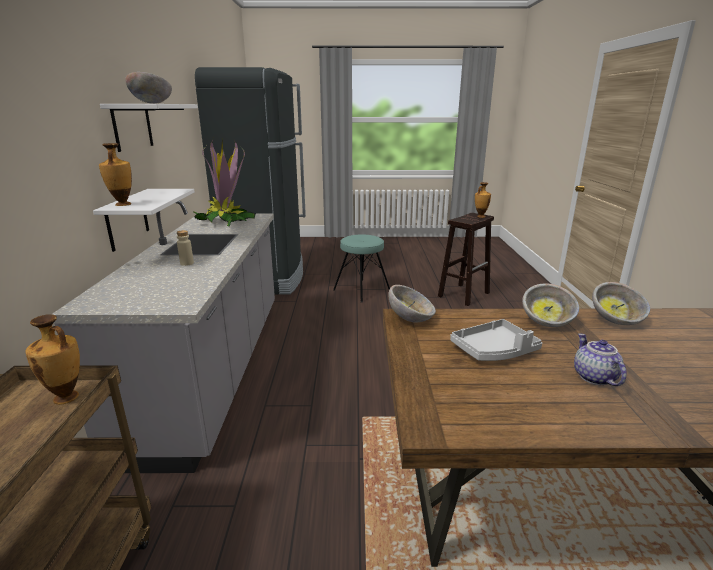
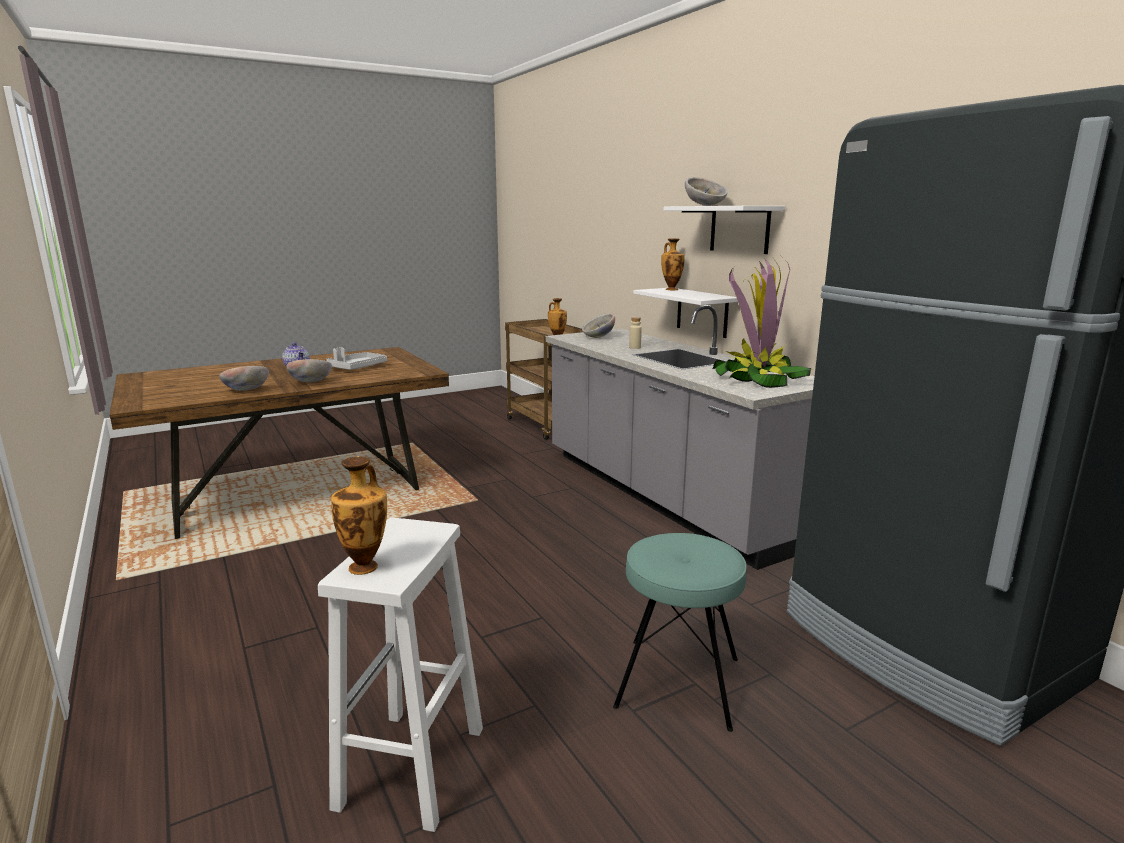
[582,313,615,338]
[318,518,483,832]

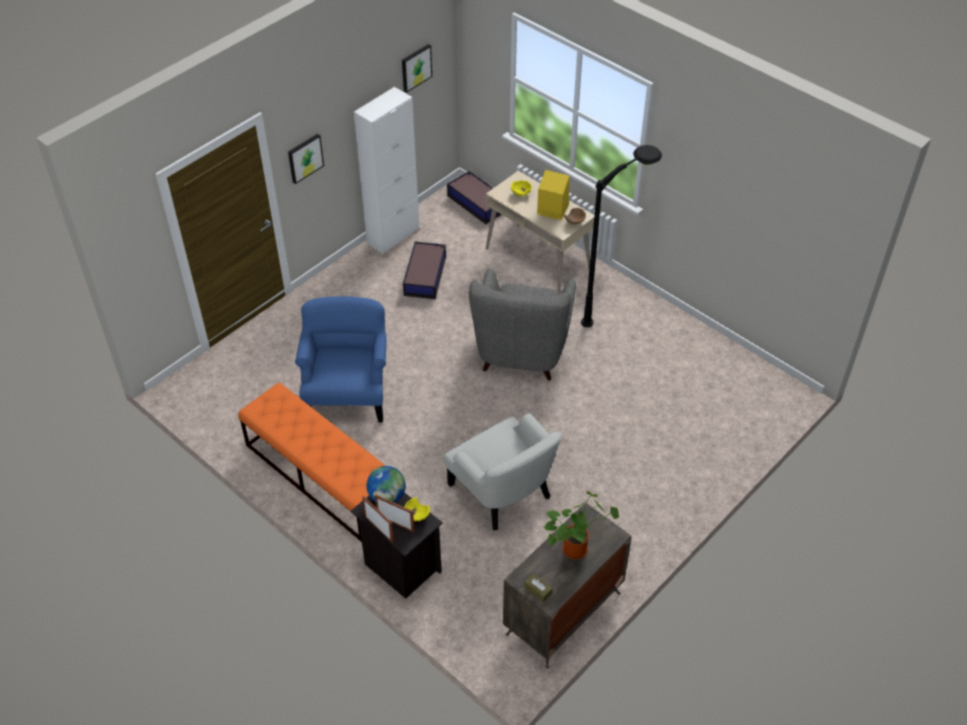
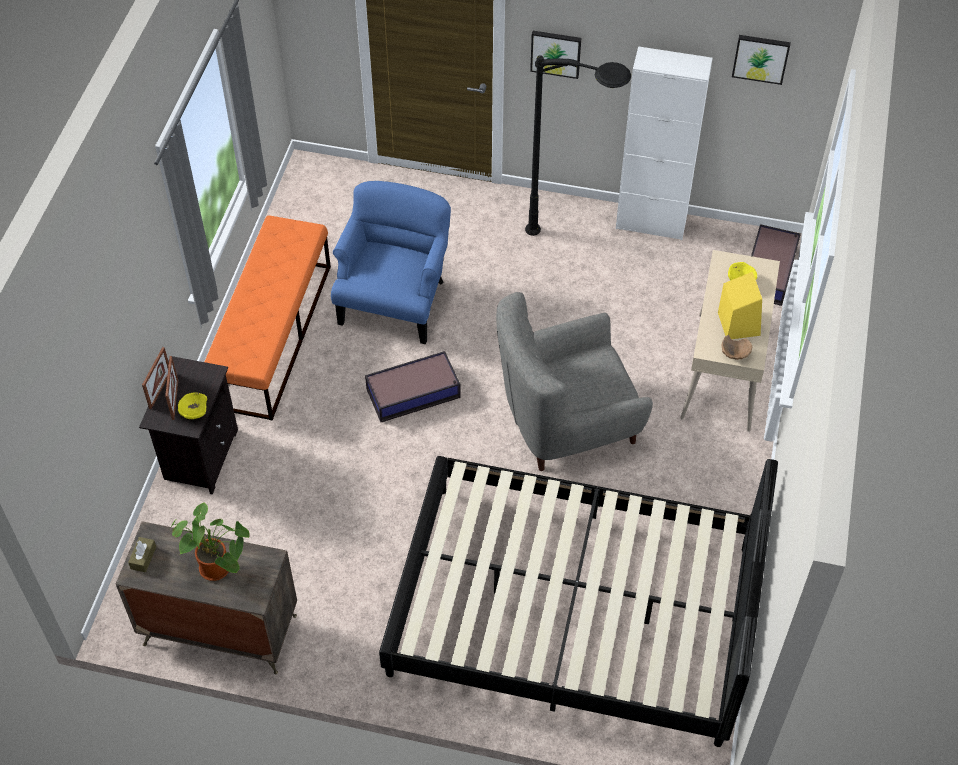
[331,181,451,344]
[366,466,406,503] (first image)
[365,351,461,422]
[443,413,562,530] (first image)
[525,55,631,236]
[379,456,778,747]

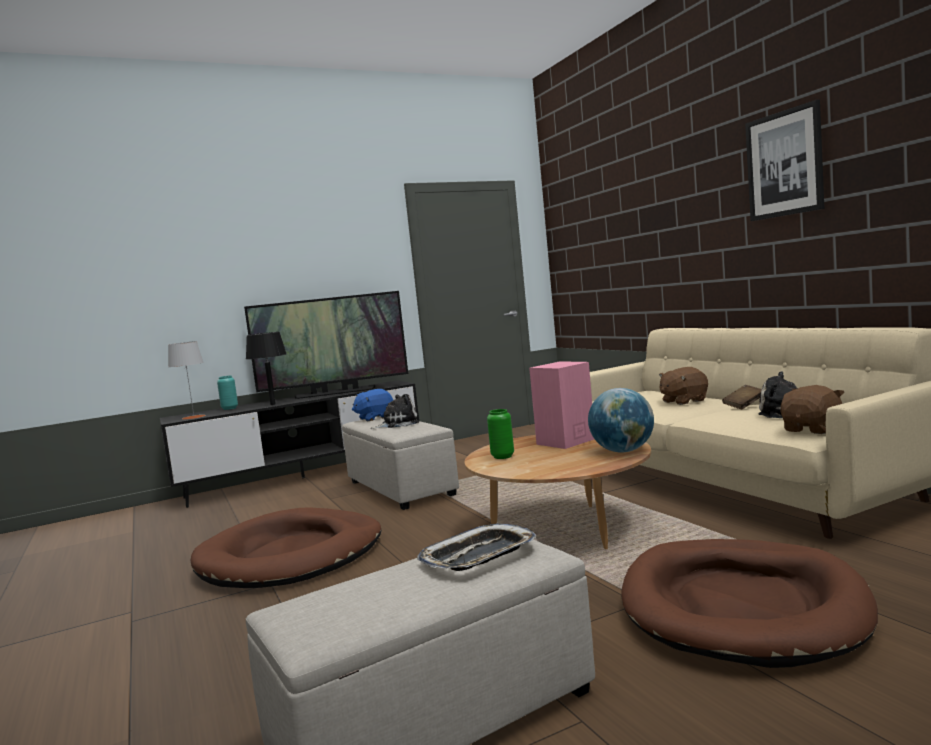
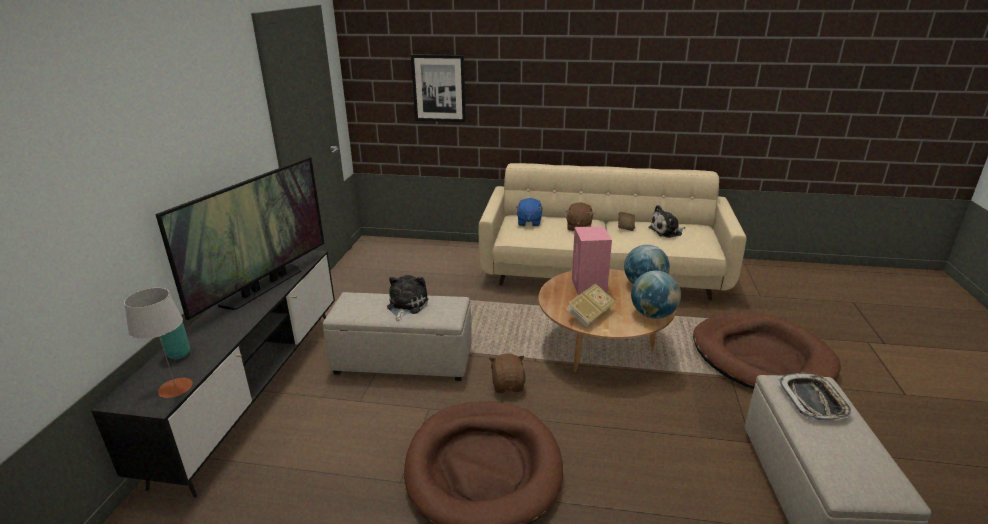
[246,332,287,405] (first image)
[515,198,543,226]
[567,284,616,327]
[411,54,466,122]
[489,353,526,393]
[631,271,681,319]

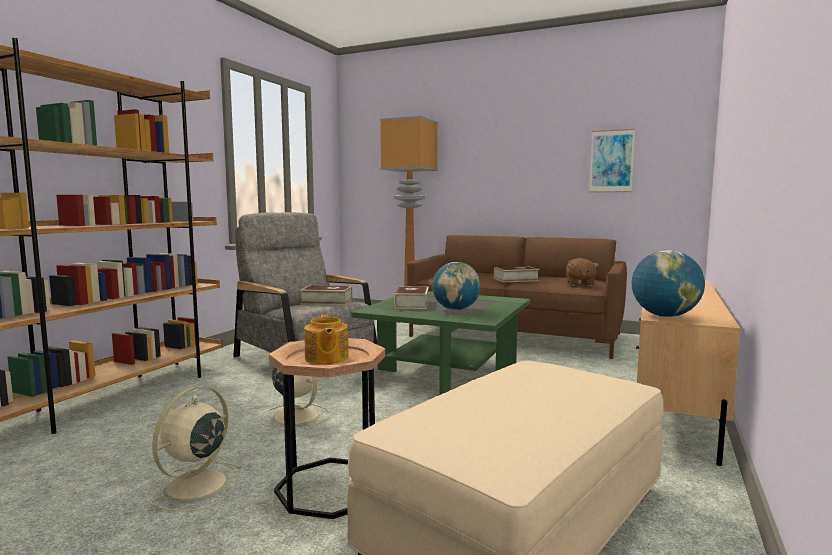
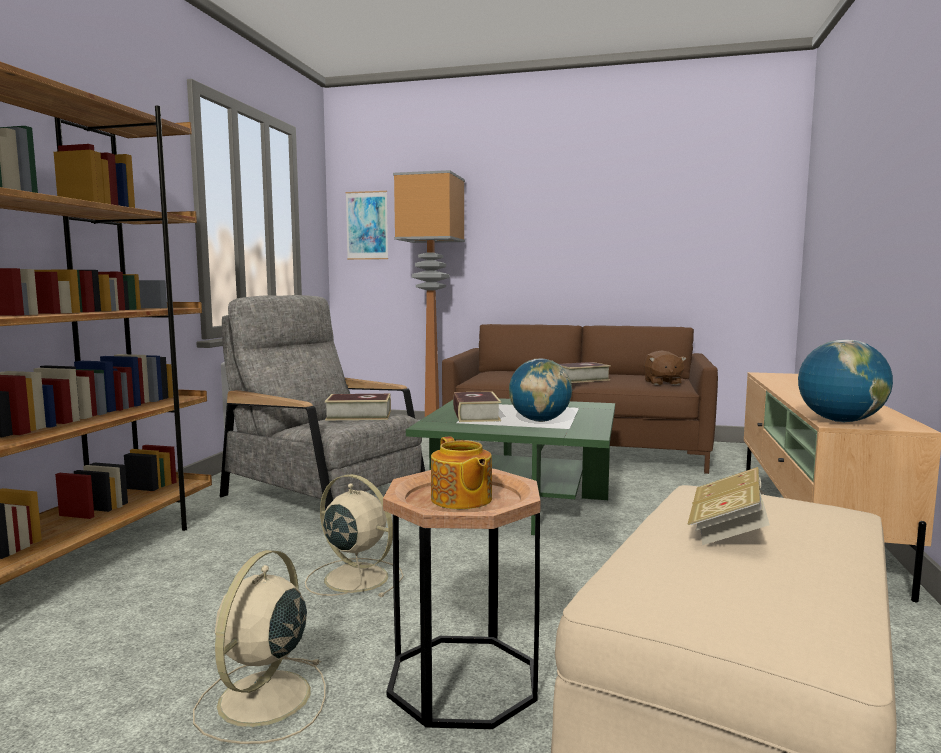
[346,191,388,260]
[688,467,770,545]

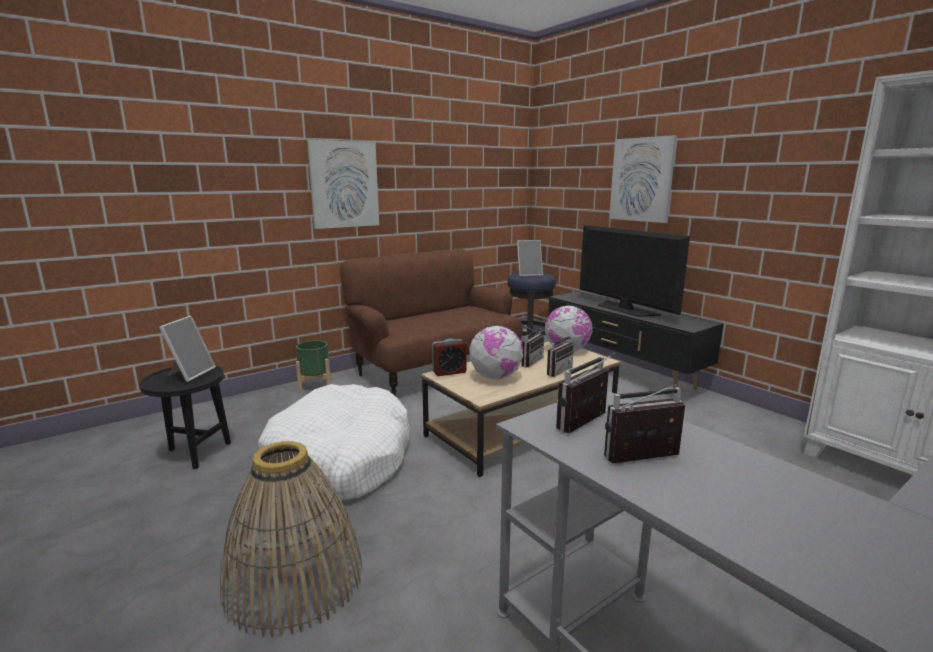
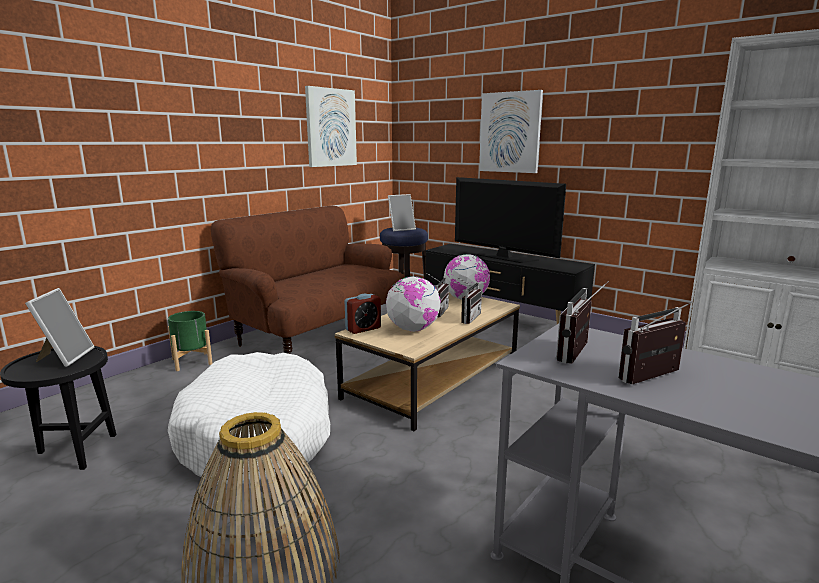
[305,86,357,167]

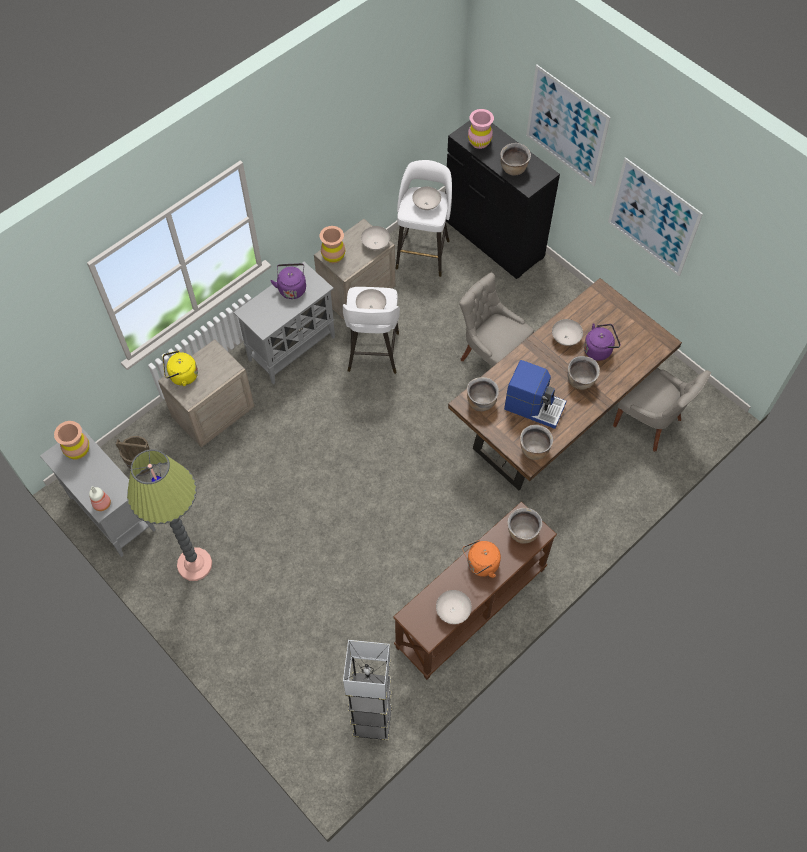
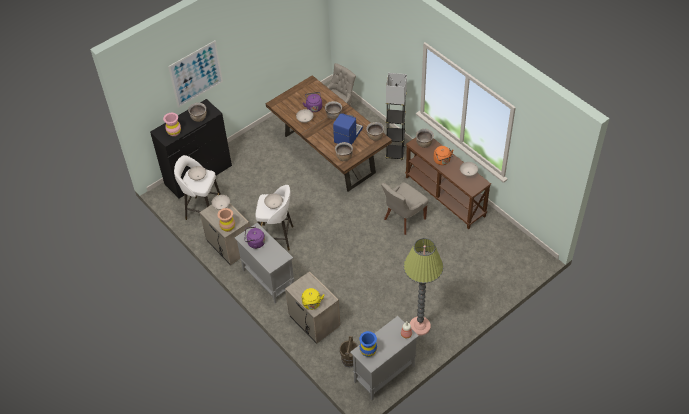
[359,331,377,357]
[386,73,407,159]
[381,182,428,235]
[608,157,703,276] (first image)

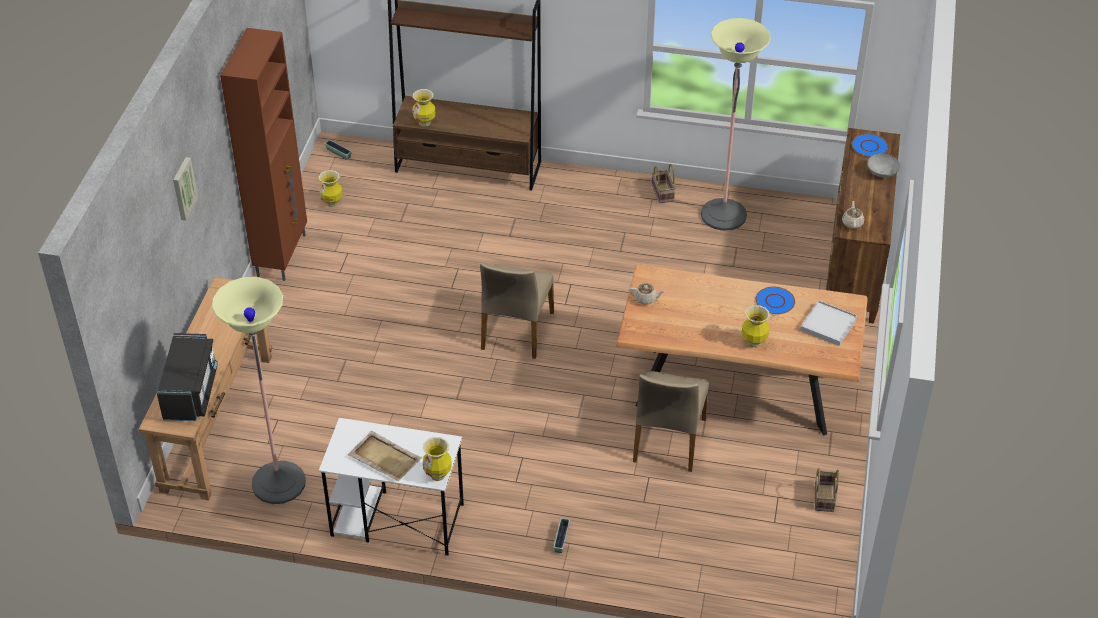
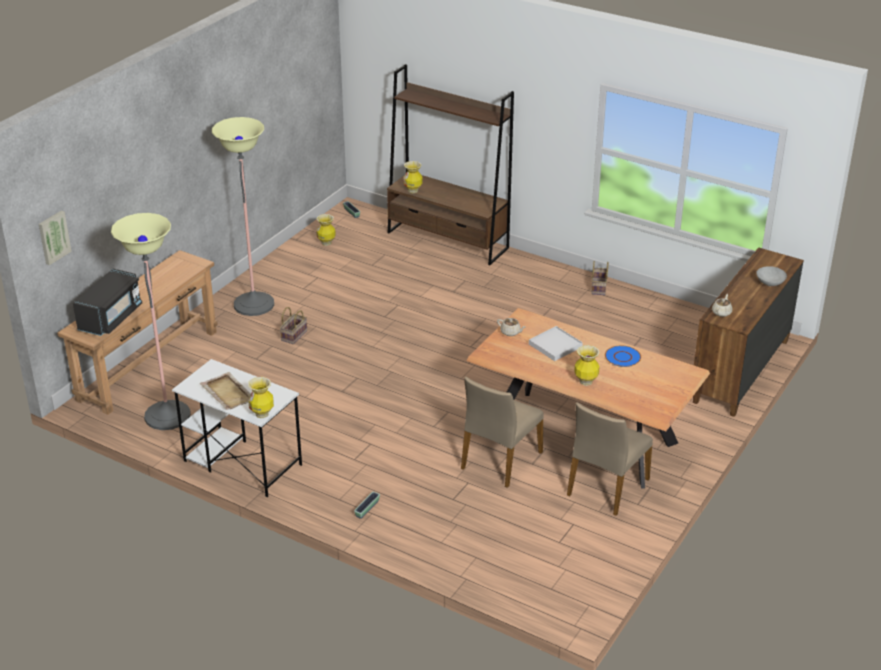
[39,211,72,265]
[220,28,307,281] (first image)
[567,402,653,516]
[212,117,274,316]
[529,326,583,361]
[280,307,307,344]
[851,134,888,157] (first image)

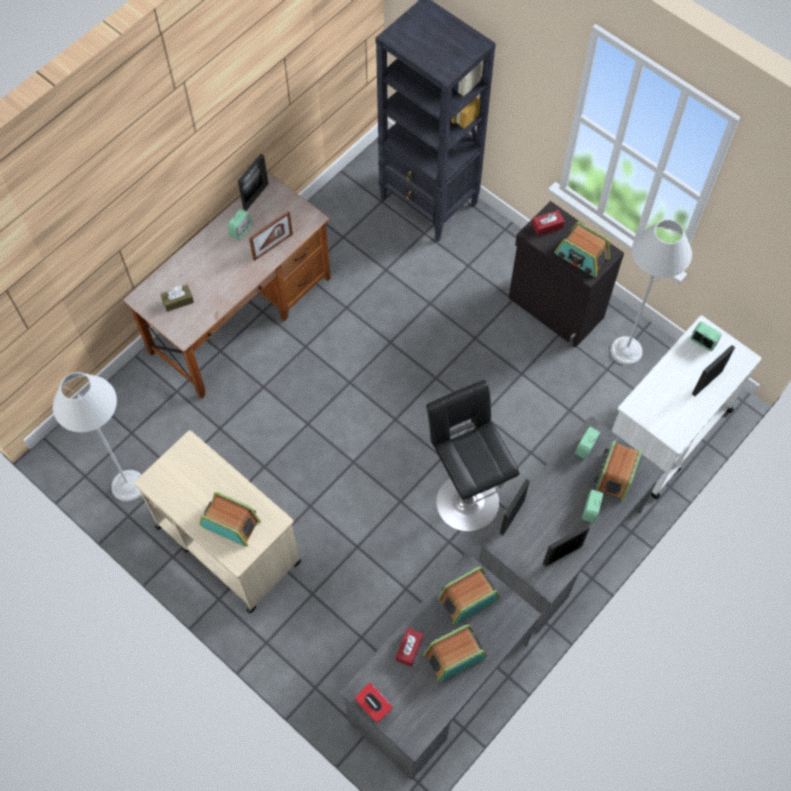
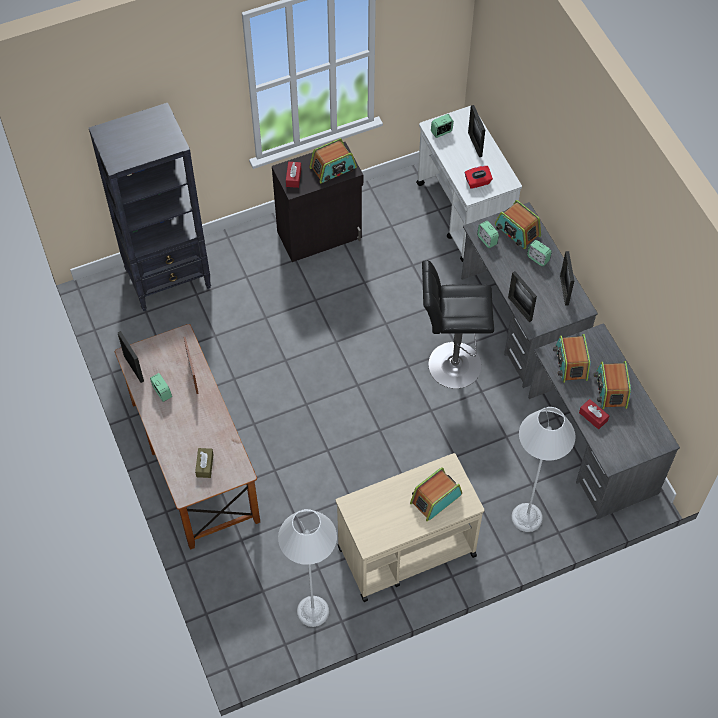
[465,166,493,189]
[511,407,576,532]

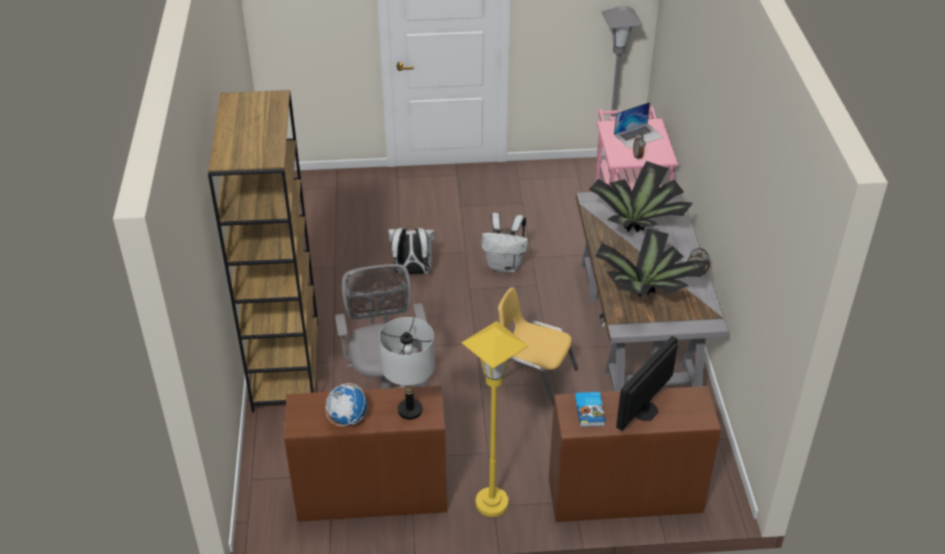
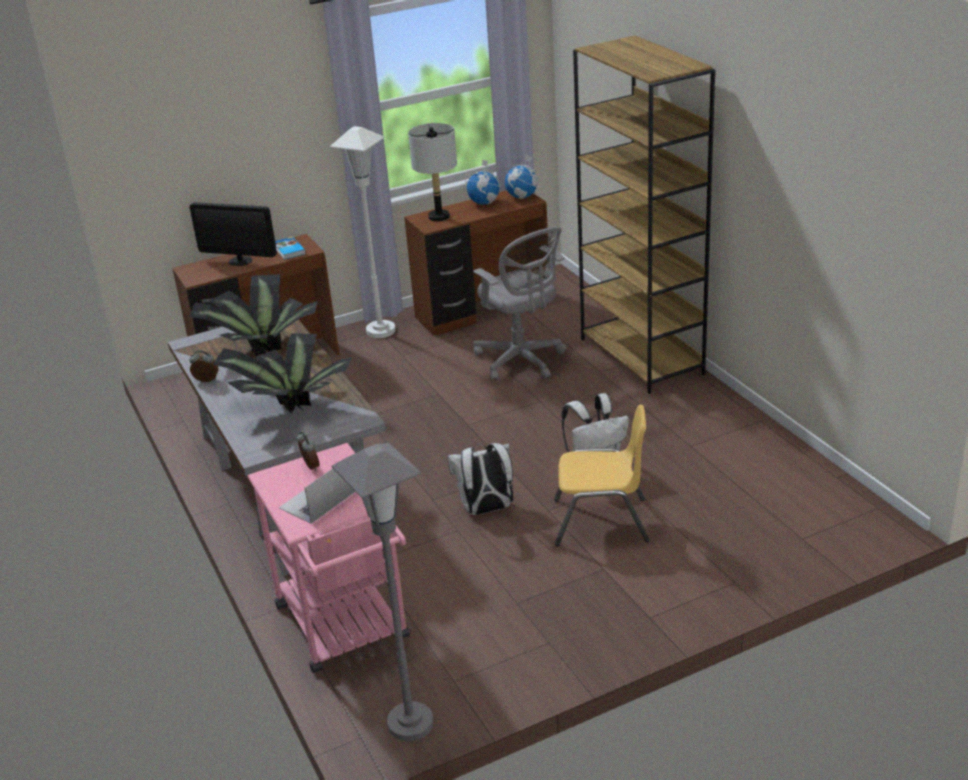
[330,126,395,338]
[554,404,650,546]
[190,202,277,266]
[505,154,539,199]

